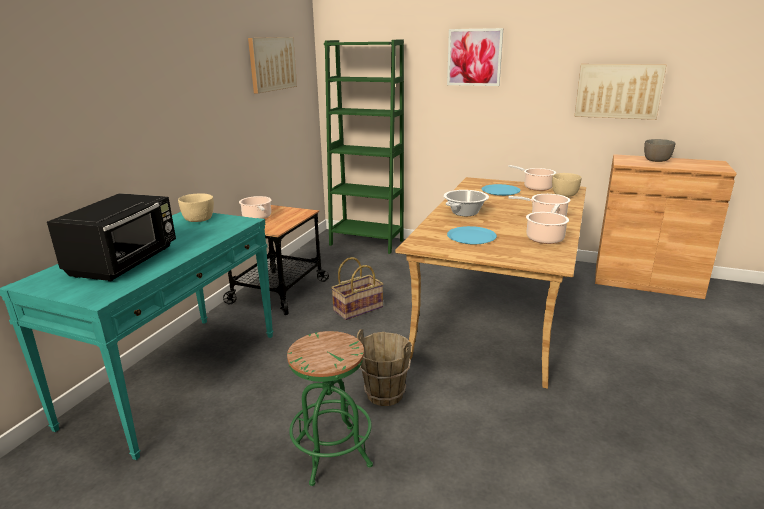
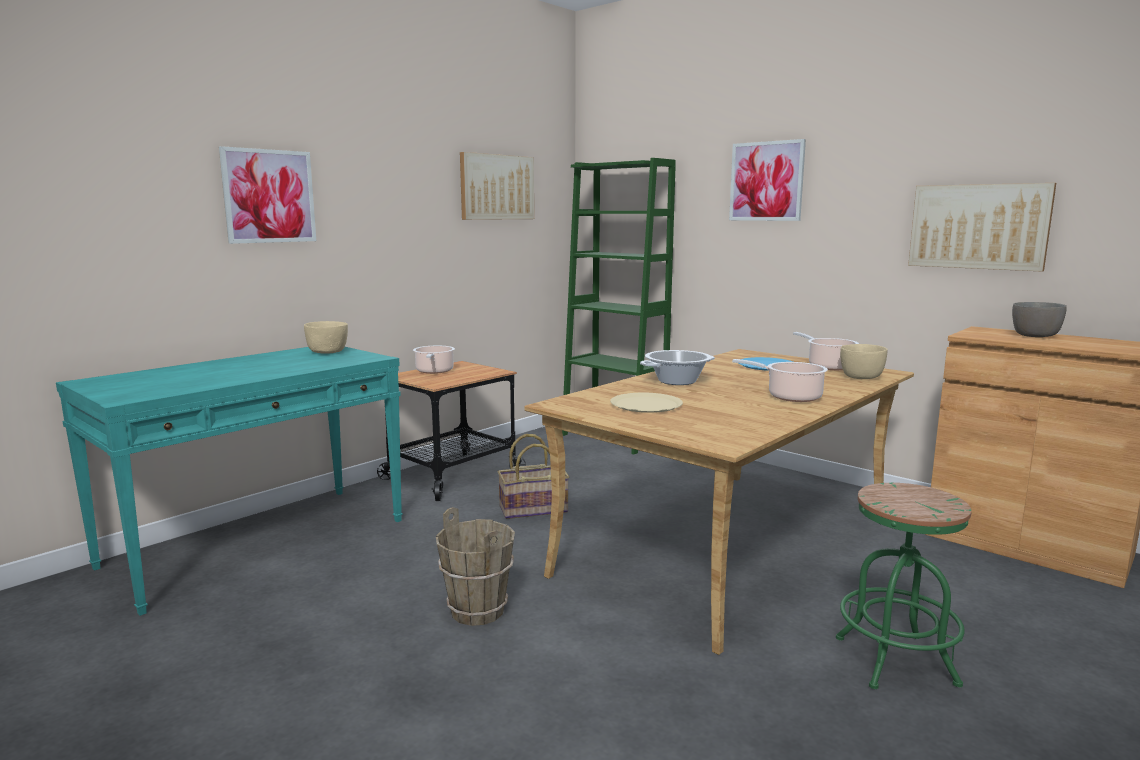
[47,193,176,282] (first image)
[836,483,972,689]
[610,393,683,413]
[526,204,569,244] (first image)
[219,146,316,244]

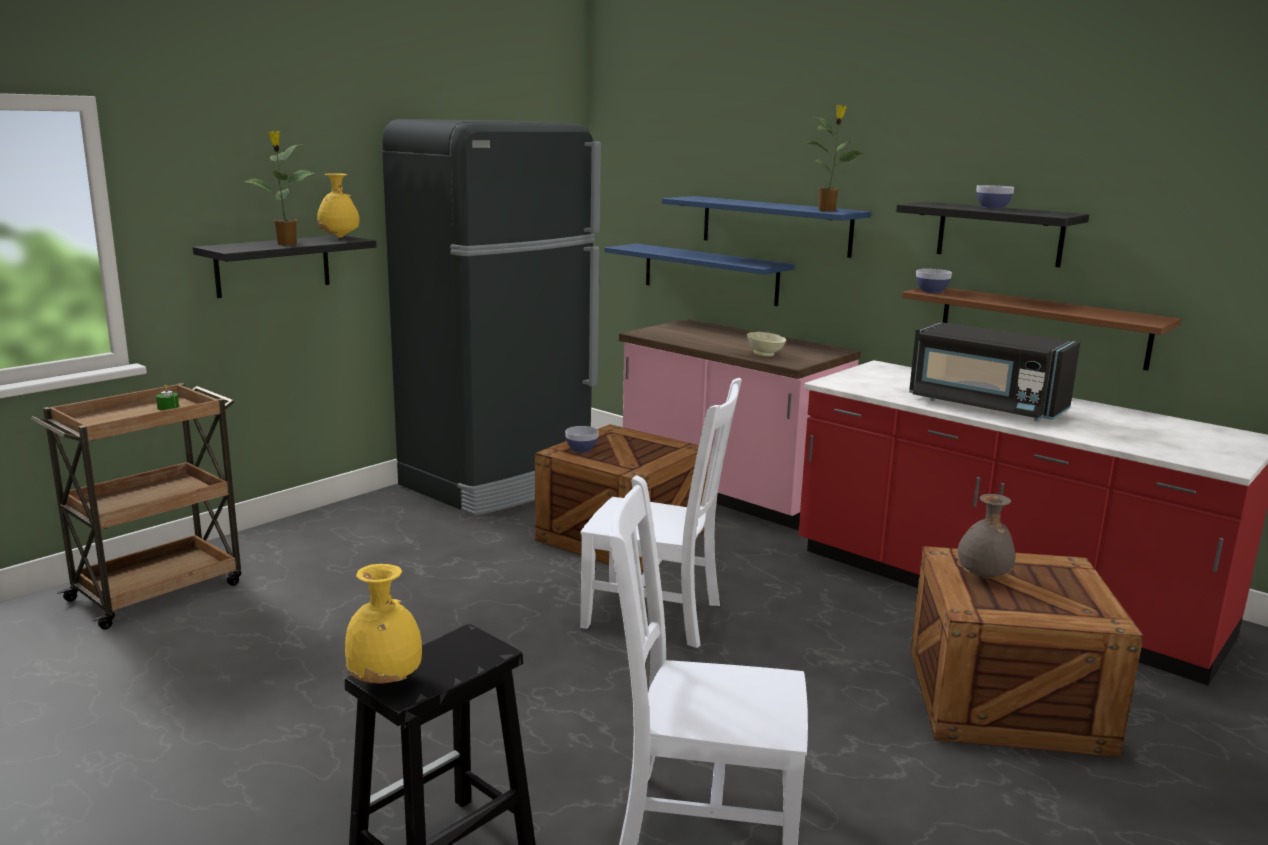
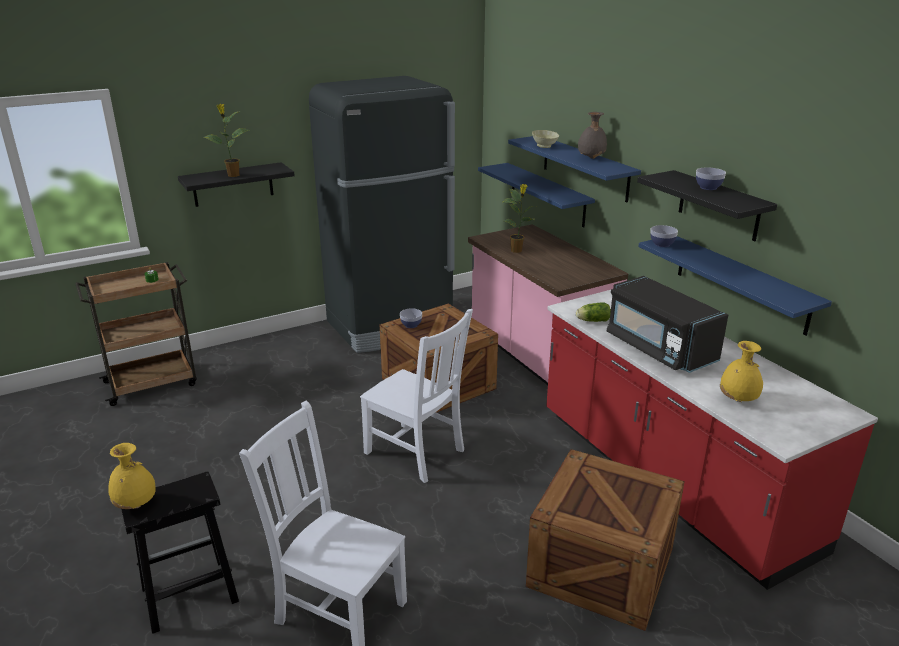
[720,341,763,402]
[532,130,559,148]
[503,184,535,253]
[638,236,832,336]
[578,112,607,159]
[576,302,611,322]

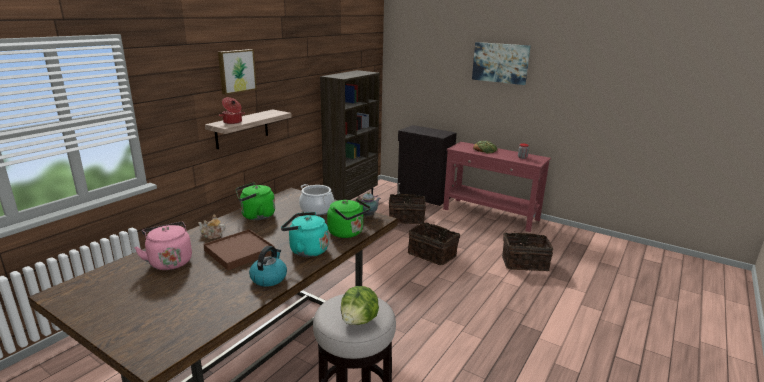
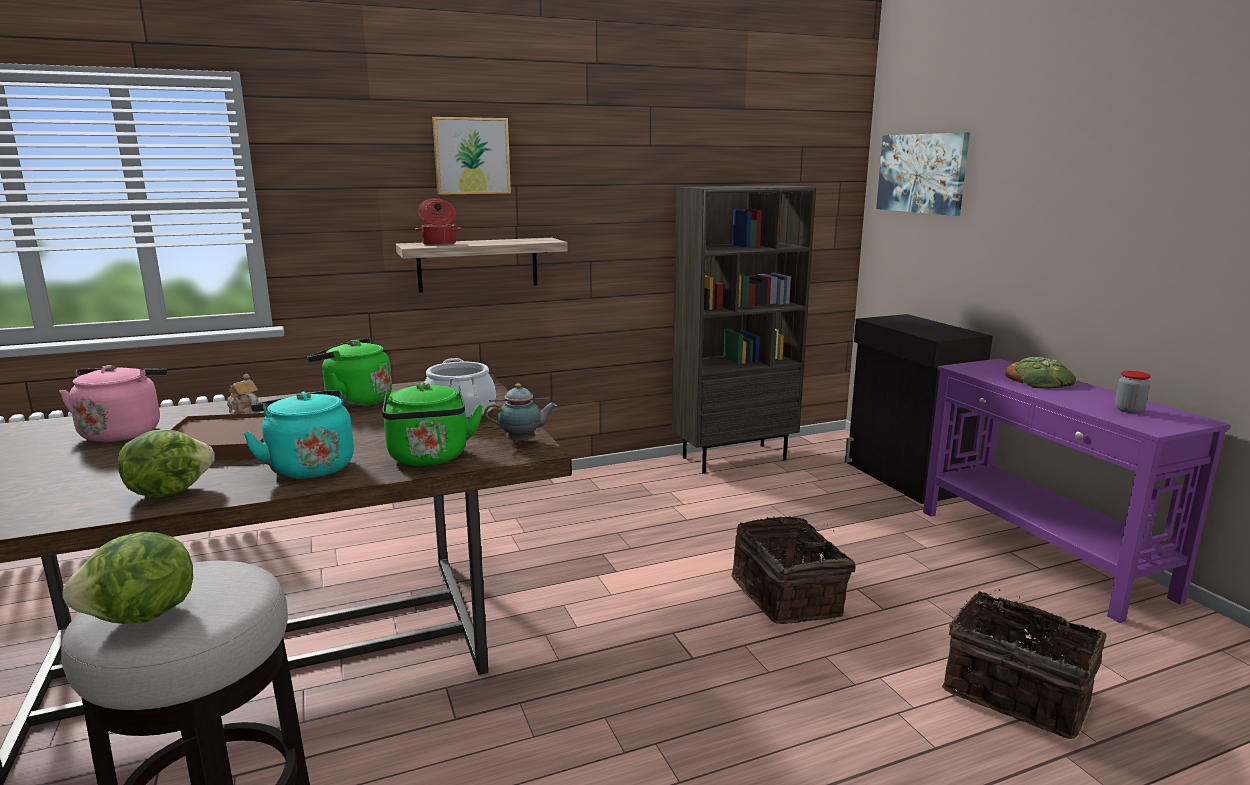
[118,430,215,497]
[389,194,426,224] (first image)
[923,359,1231,623]
[876,132,970,216]

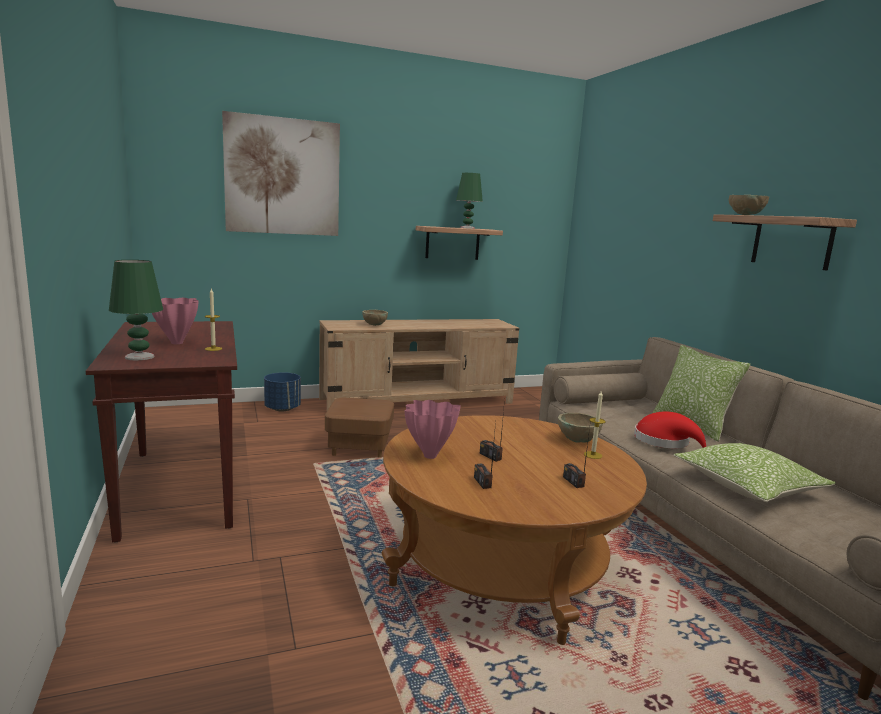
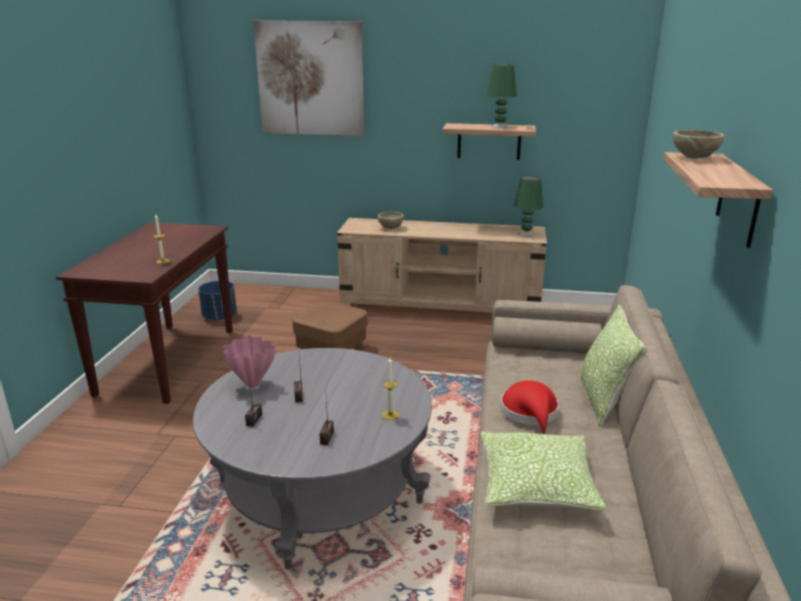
[514,176,543,237]
[152,298,199,344] (first image)
[198,281,237,320]
[193,348,432,569]
[558,413,603,443] (first image)

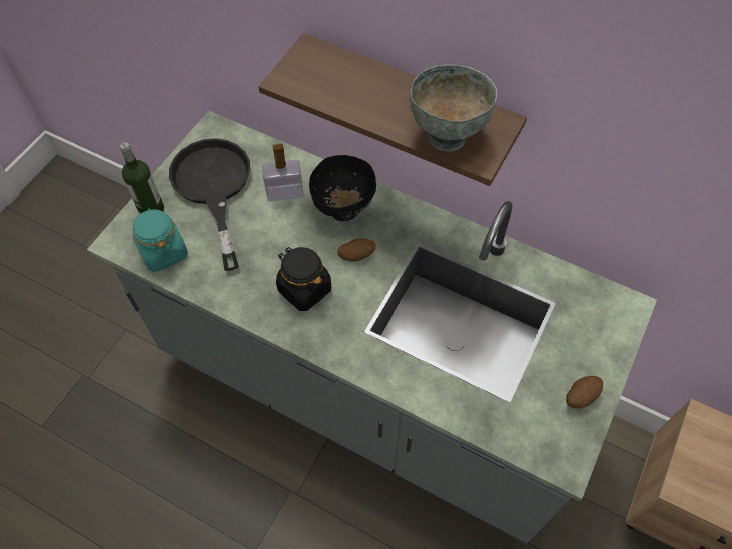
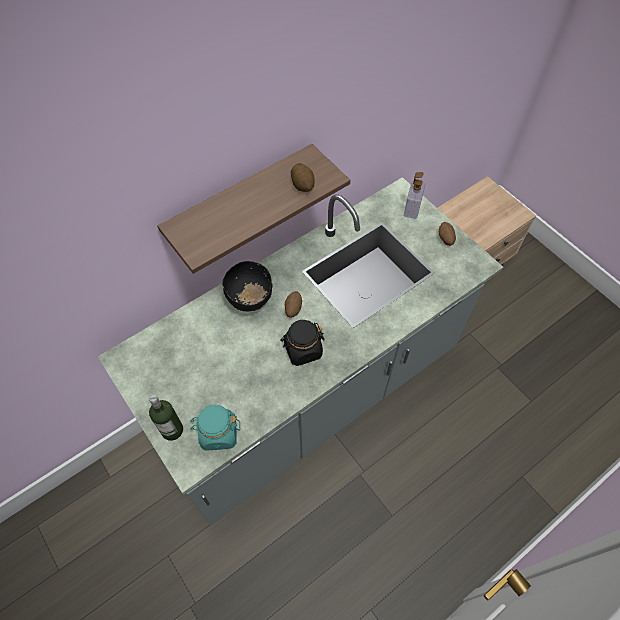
[169,138,250,271] (first image)
[404,172,425,219]
[291,163,315,192]

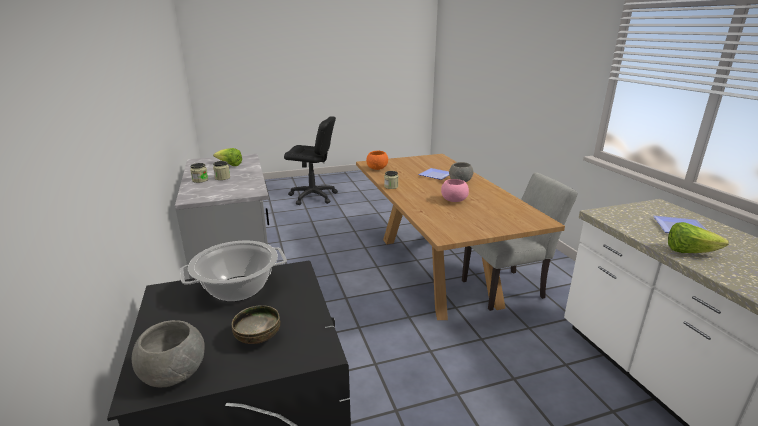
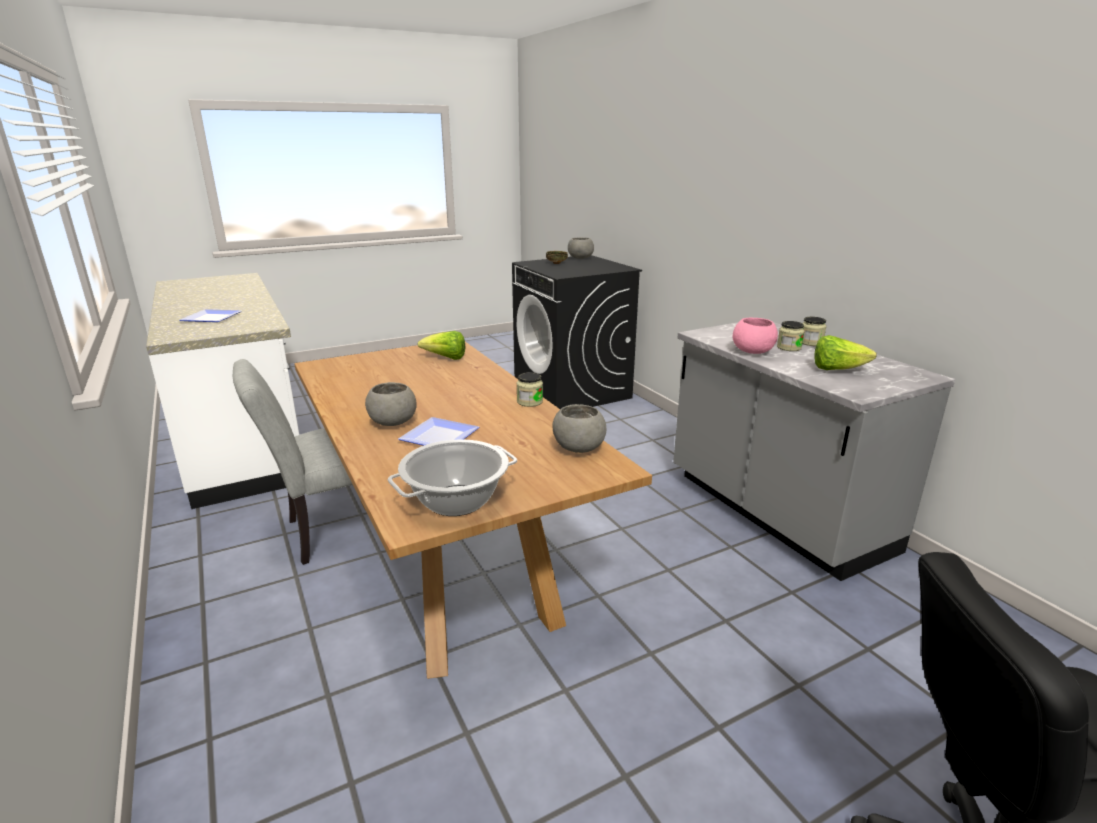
[388,439,517,516]
[553,404,606,453]
[733,318,778,354]
[418,331,466,360]

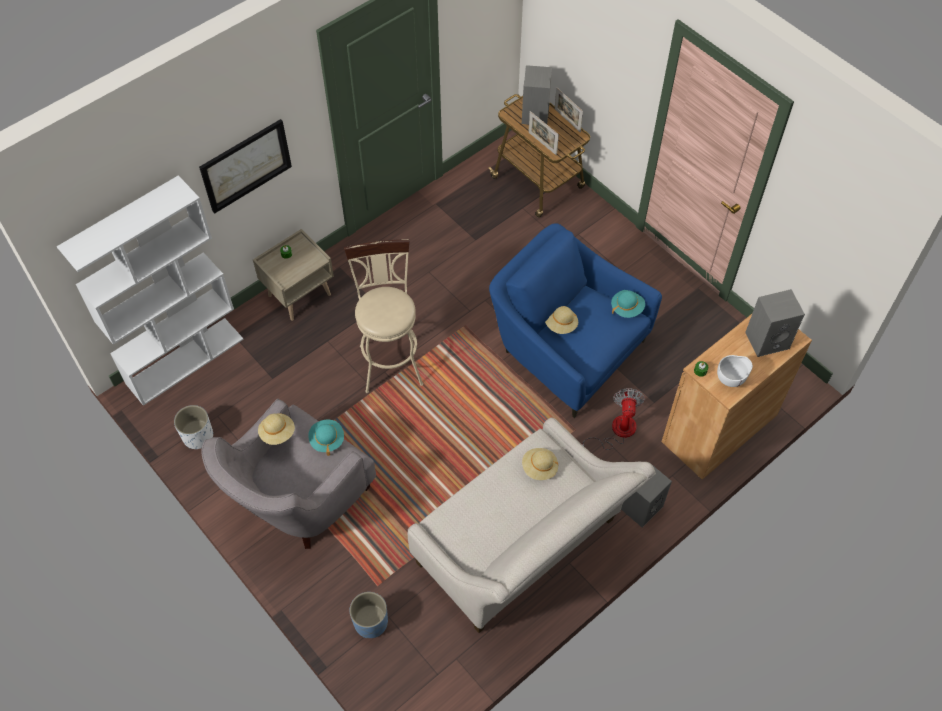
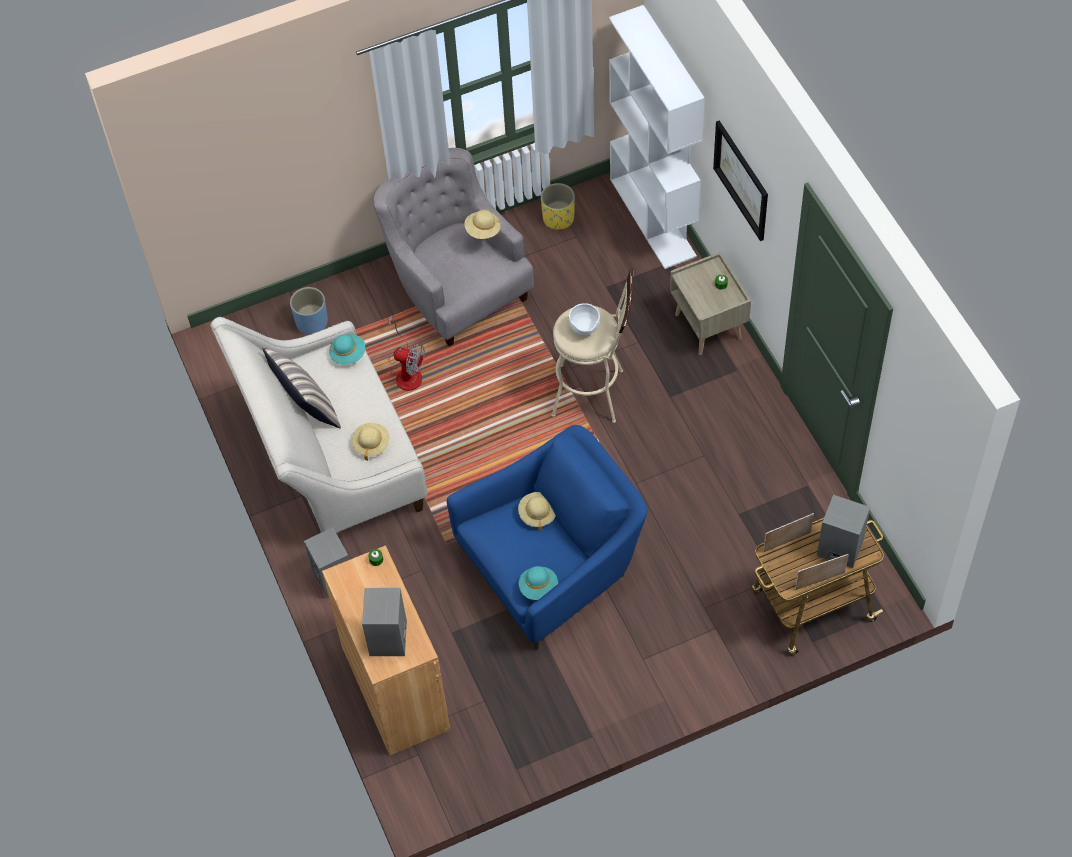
[541,183,575,230]
[329,334,365,365]
[388,315,425,391]
[569,303,600,335]
[262,347,341,428]

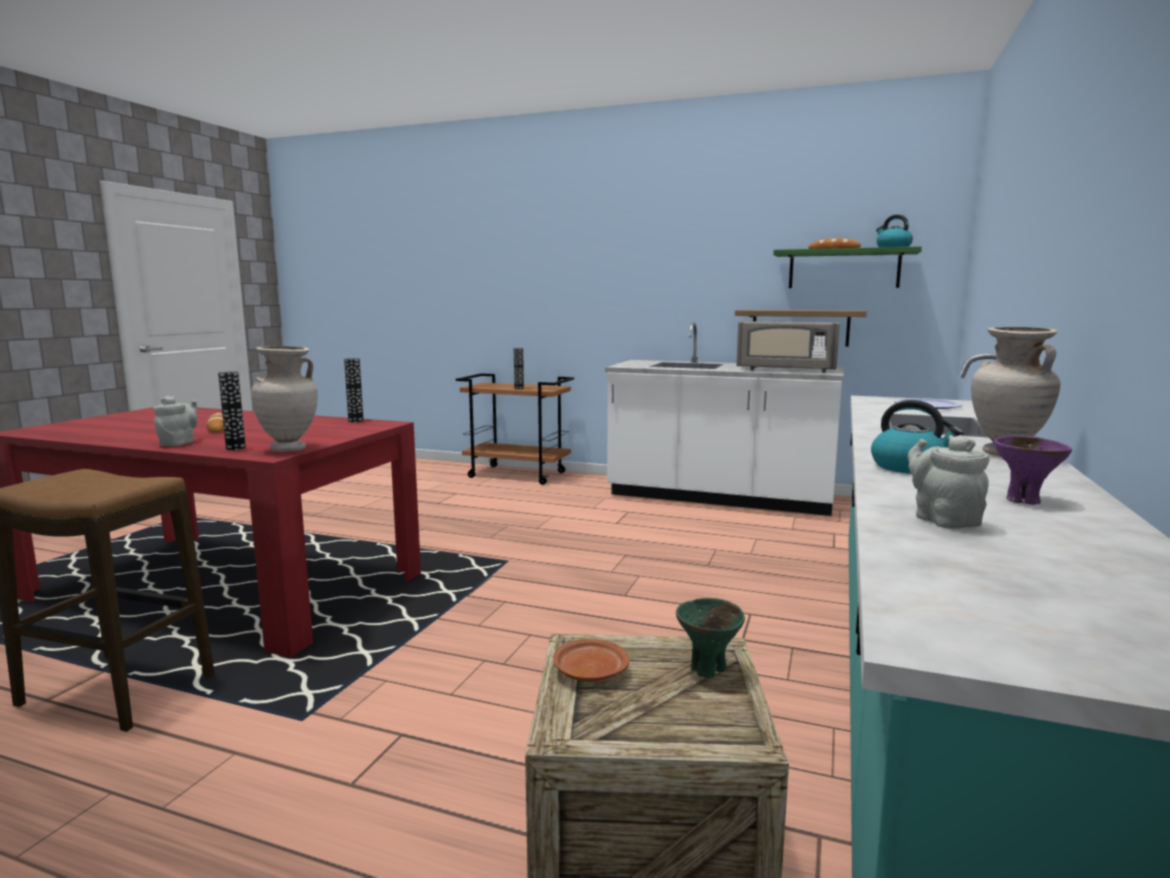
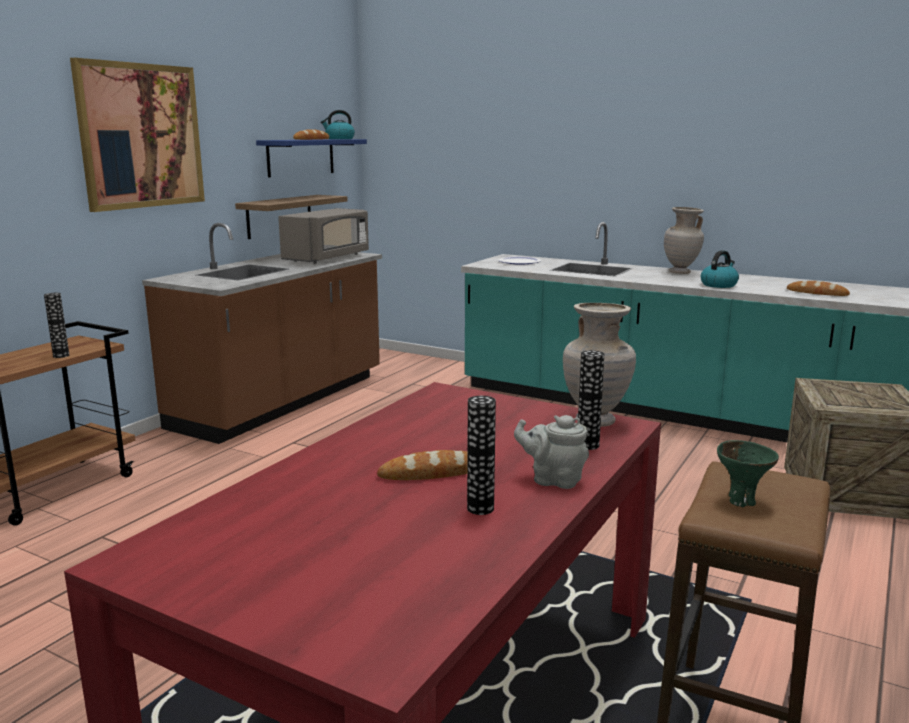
[467,396,496,515]
[553,639,629,682] (first image)
[142,223,382,444]
[717,440,779,507]
[256,139,367,177]
[787,281,850,296]
[994,435,1072,505] (first image)
[70,58,205,212]

